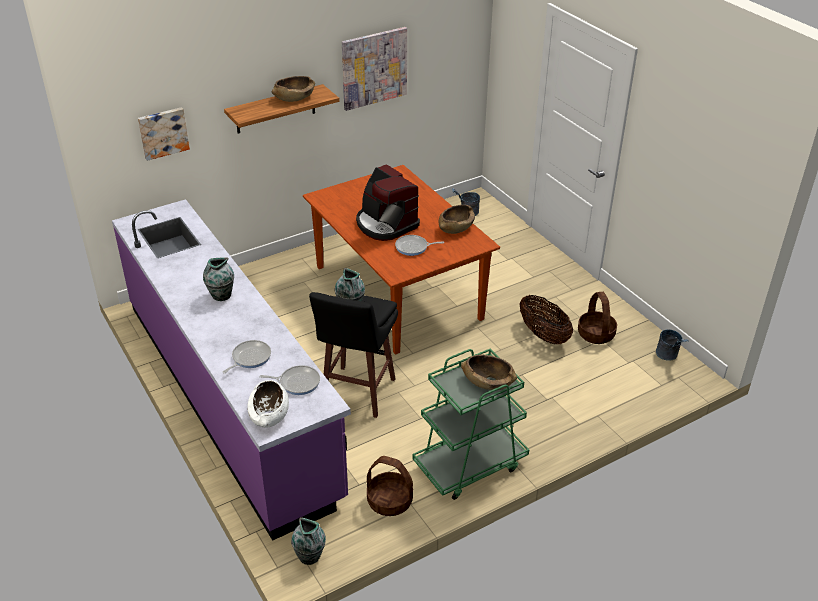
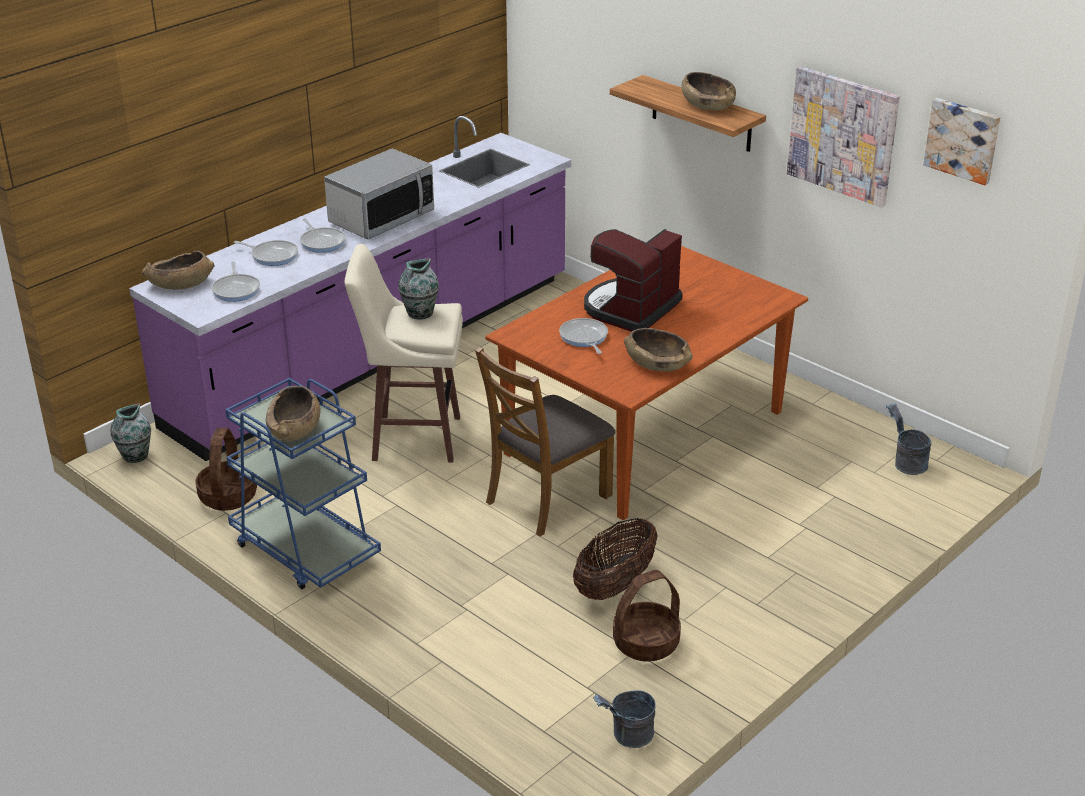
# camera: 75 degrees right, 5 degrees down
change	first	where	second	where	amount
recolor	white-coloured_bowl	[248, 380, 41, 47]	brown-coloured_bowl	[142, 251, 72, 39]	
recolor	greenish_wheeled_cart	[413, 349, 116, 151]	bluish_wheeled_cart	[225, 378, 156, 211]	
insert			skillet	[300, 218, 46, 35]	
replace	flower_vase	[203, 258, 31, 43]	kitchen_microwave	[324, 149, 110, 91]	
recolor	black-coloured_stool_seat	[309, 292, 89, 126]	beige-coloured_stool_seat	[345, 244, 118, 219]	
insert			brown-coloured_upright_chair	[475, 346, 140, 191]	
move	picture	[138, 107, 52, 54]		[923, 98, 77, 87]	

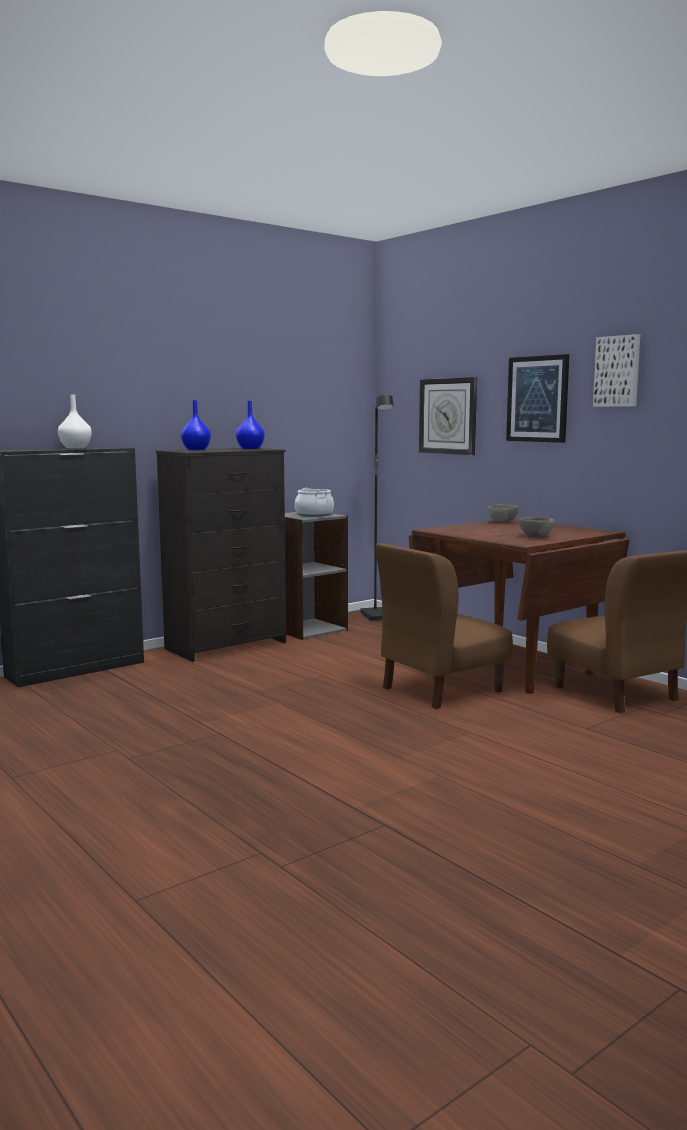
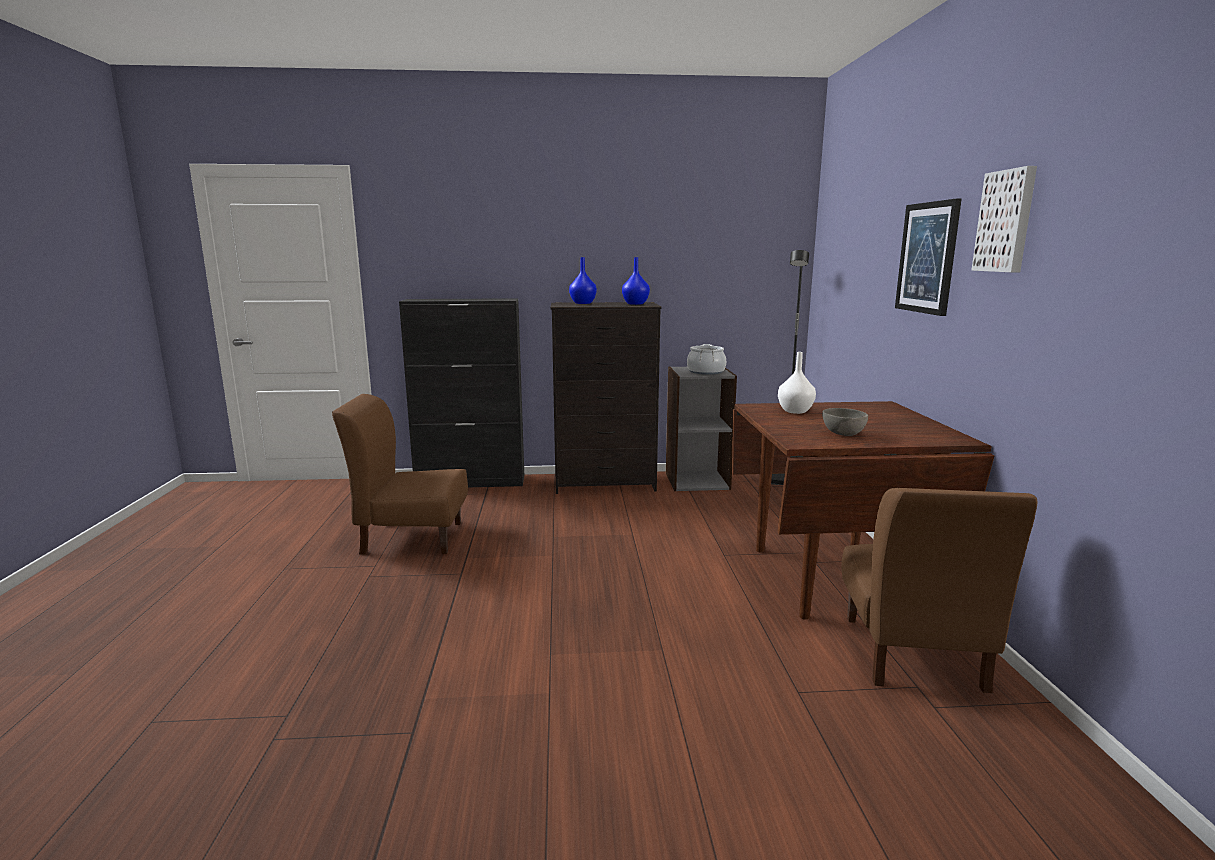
# camera: 35 degrees right, 5 degrees up
change	first	where	second	where	amount
move	brown-coloured_upright_chair	[375, 543, 138, 166]		[332, 394, 136, 160]	
move	white-coloured_flower_vase	[58, 395, 34, 53]		[778, 352, 38, 62]	
delete	clock_on_the_wall	[419, 377, 58, 78]			
delete	grey_bowl	[487, 505, 32, 18]			

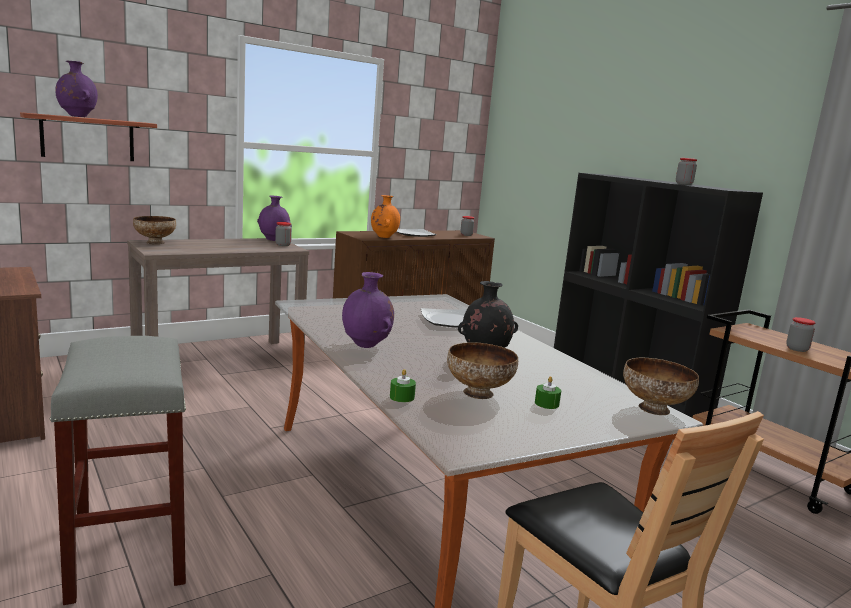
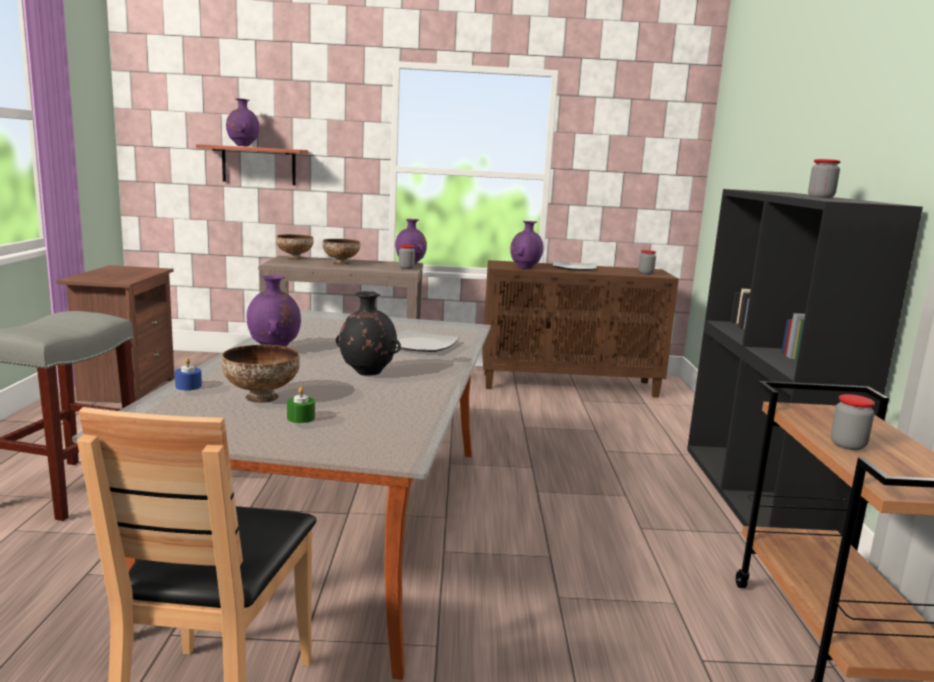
# camera: 35 degrees right, 0 degrees up
change	first	where	second	where	amount
recolor	greenish_wax_light	[390, 369, 26, 33]	bluish_wax_light	[175, 358, 27, 32]	
move	bowl	[623, 358, 76, 57]		[323, 239, 37, 26]	
recolor	orangey_flower_vase	[371, 195, 29, 43]	purple_flower_vase	[510, 221, 34, 48]	

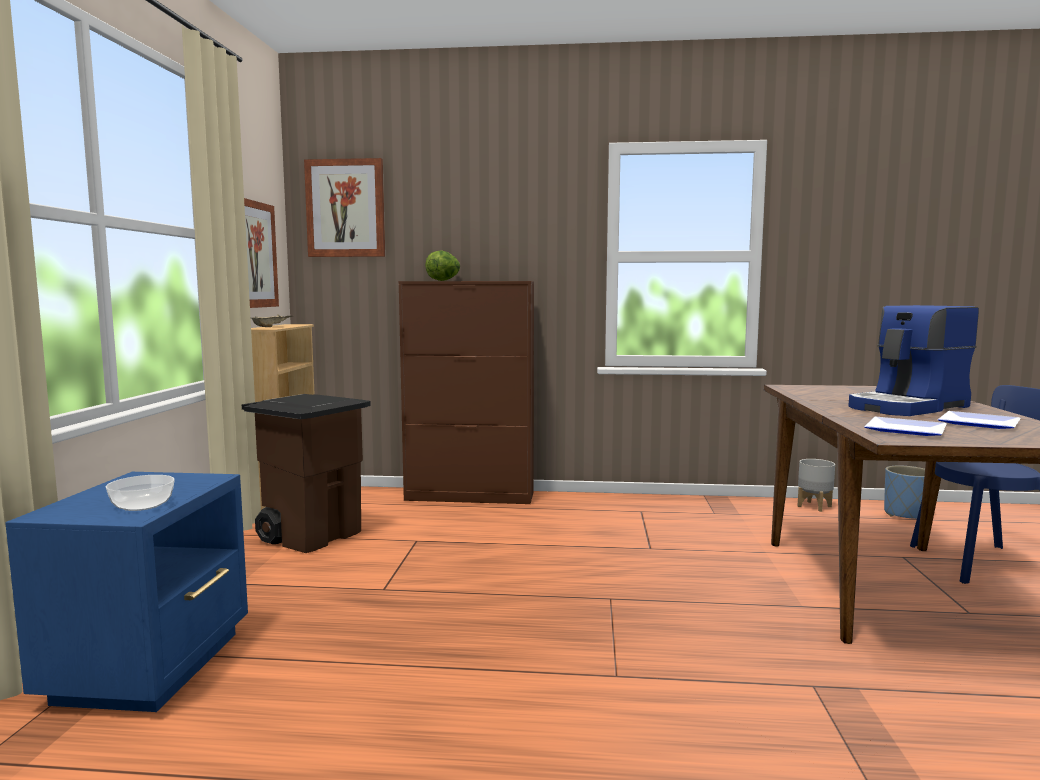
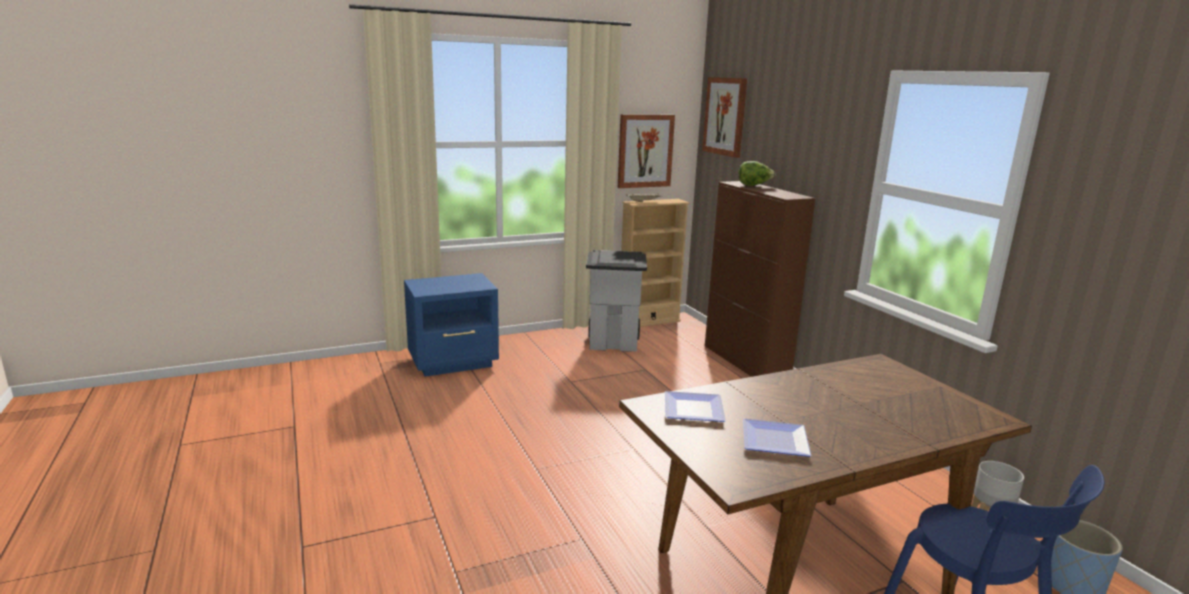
# camera: 60 degrees right, 10 degrees up
change	first	where	second	where	amount
recolor	brown-coloured_rubbish_bin	[242, 394, 129, 159]	grey_rubbish_bin	[586, 250, 61, 102]	
delete	bowl	[106, 475, 69, 36]			
delete	coffee_maker	[848, 305, 131, 111]			

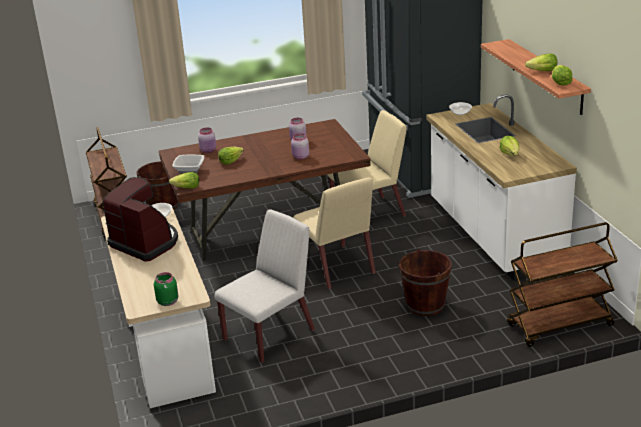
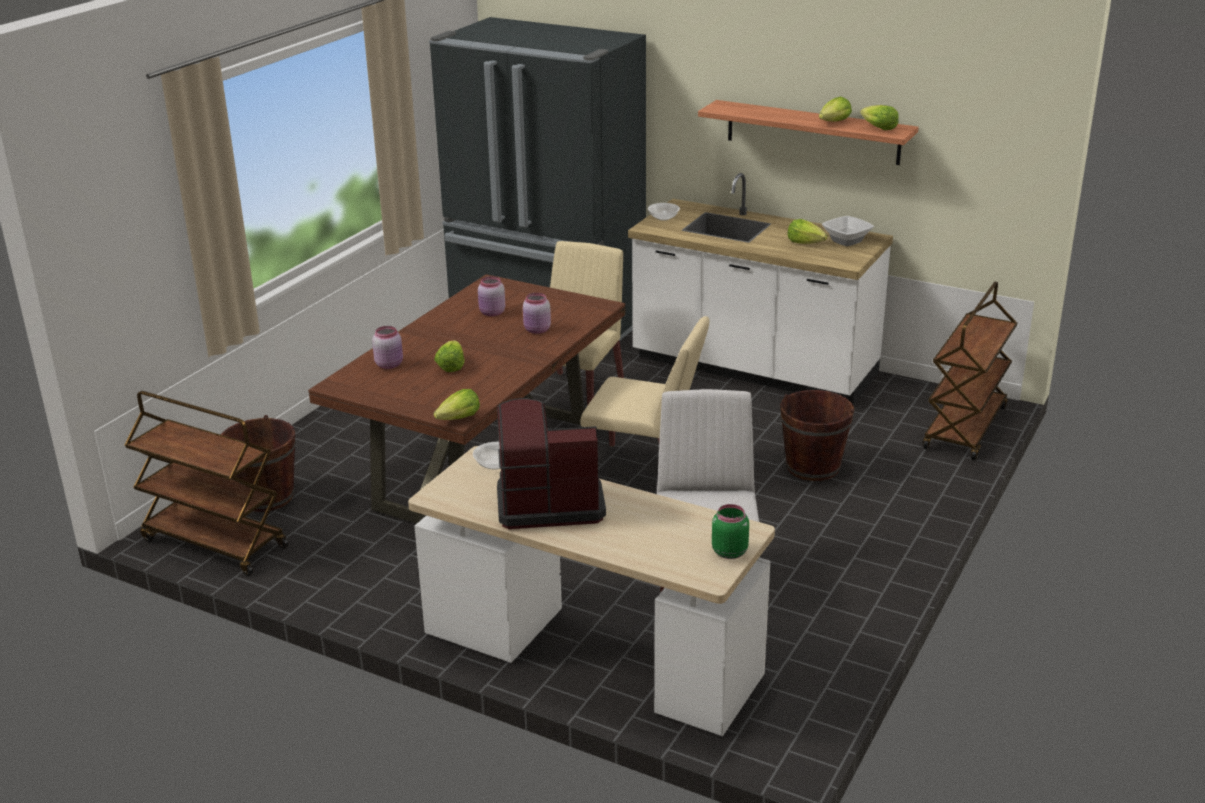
# camera: 45 degrees left, 0 degrees up
change	first	where	second	where	amount
move	bowl	[173, 155, 31, 19]		[822, 216, 52, 30]	

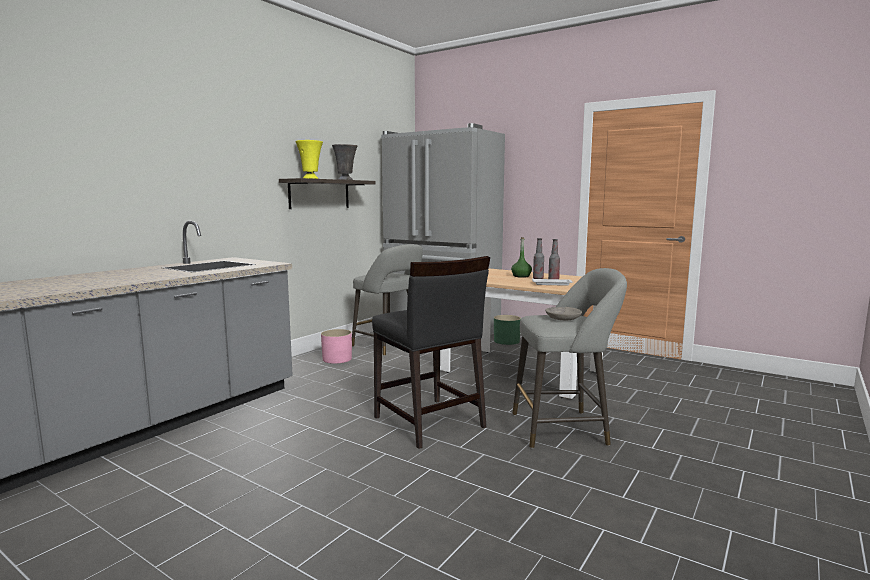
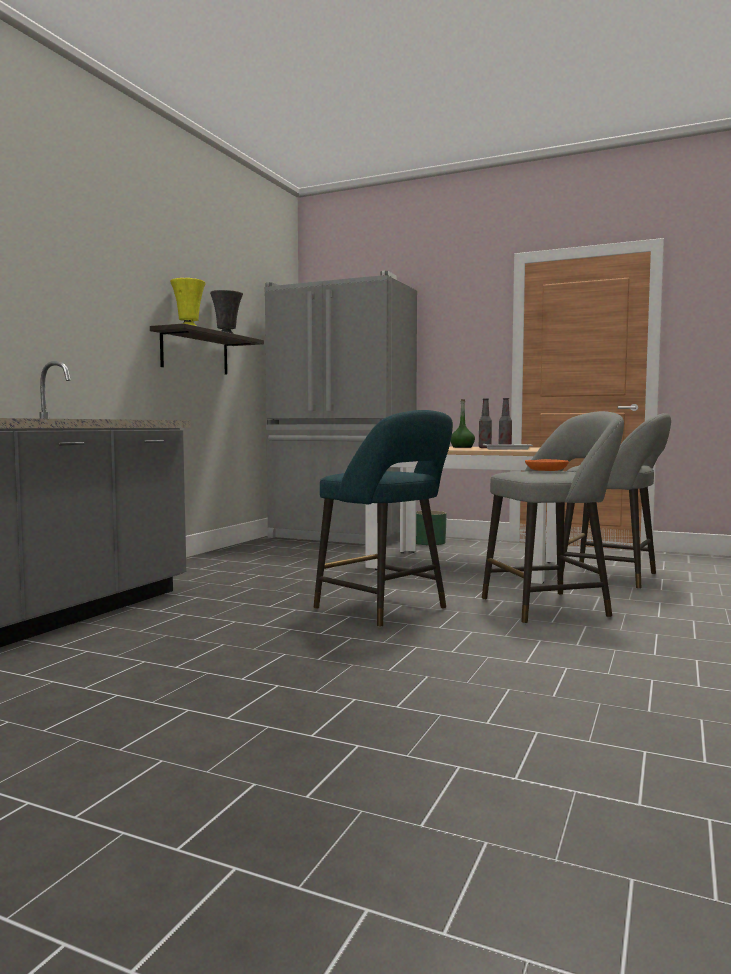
# camera: 10 degrees left, 5 degrees down
change	first	where	second	where	amount
replace	black-coloured_upright_chair	[372, 256, 118, 193]	turquoise_stool_seat	[314, 410, 139, 218]	
recolor	grey_bowl	[545, 307, 37, 13]	orangey_bowl	[525, 459, 44, 12]	
move	grey_stool_seat	[352, 244, 71, 112]		[563, 413, 108, 176]	
delete	pink-coloured_planter	[321, 329, 31, 35]			

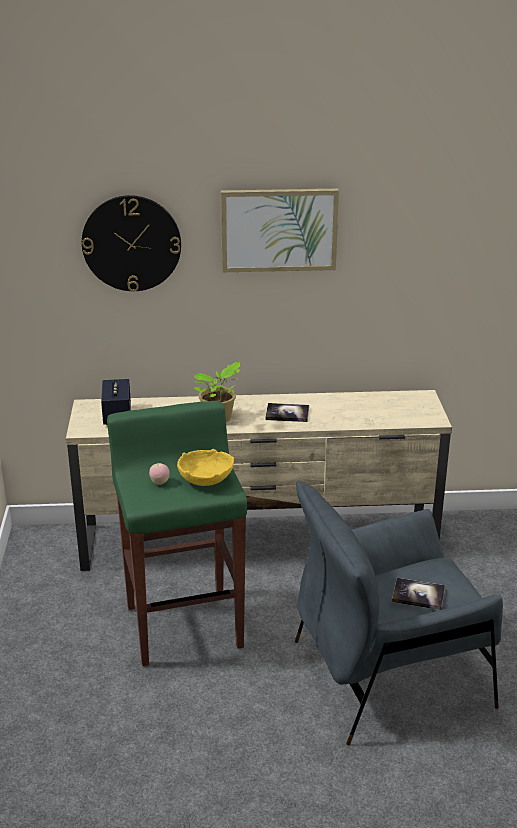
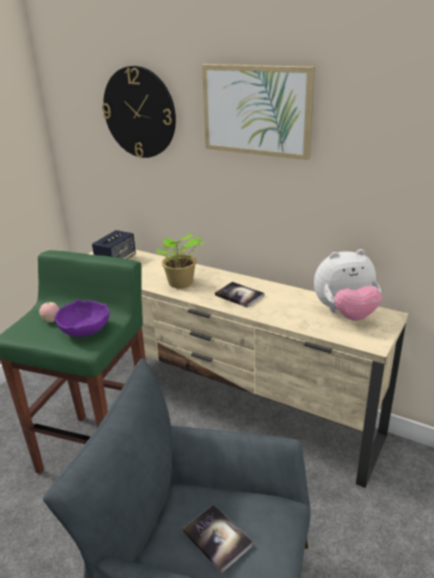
# camera: 35 degrees right, 0 degrees up
change	first	where	second	where	amount
recolor	yellow-coloured_bowl	[177, 449, 57, 37]	purple_bowl	[54, 299, 55, 38]	
insert			plush_toy	[314, 249, 68, 72]	

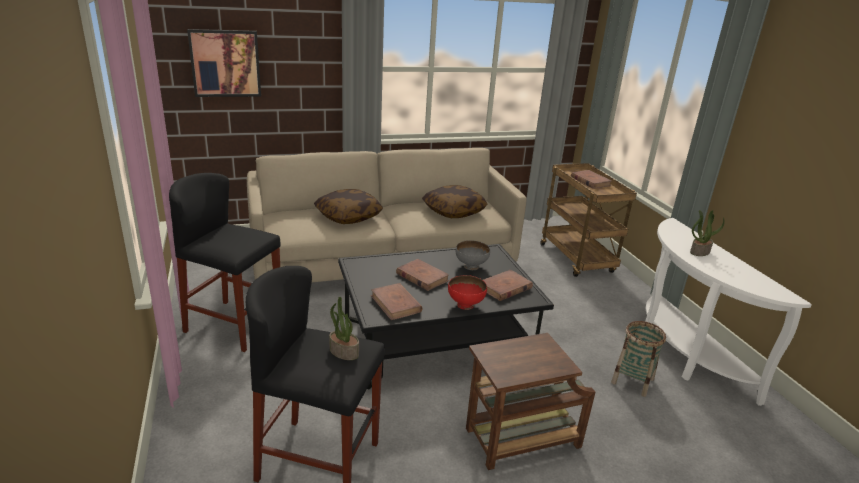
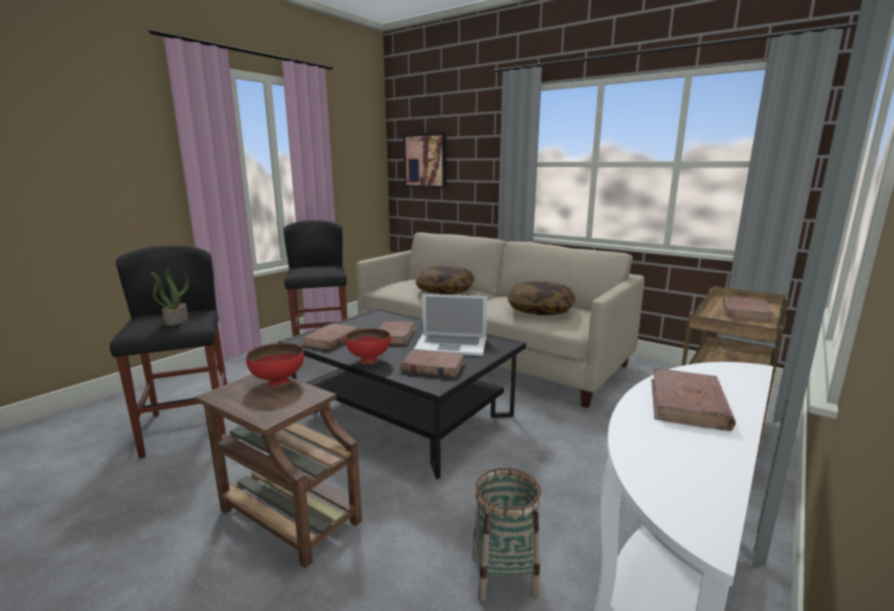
# camera: 55 degrees right, 10 degrees down
change	first	where	second	where	amount
insert			reddish_bowl	[246, 343, 58, 45]	
replace	grey_bowl	[456, 240, 34, 30]	portable_computer	[414, 294, 73, 62]	
replace	plant_in_a_pot	[690, 210, 35, 46]	brown-coloured_bound_book	[651, 368, 84, 63]	

